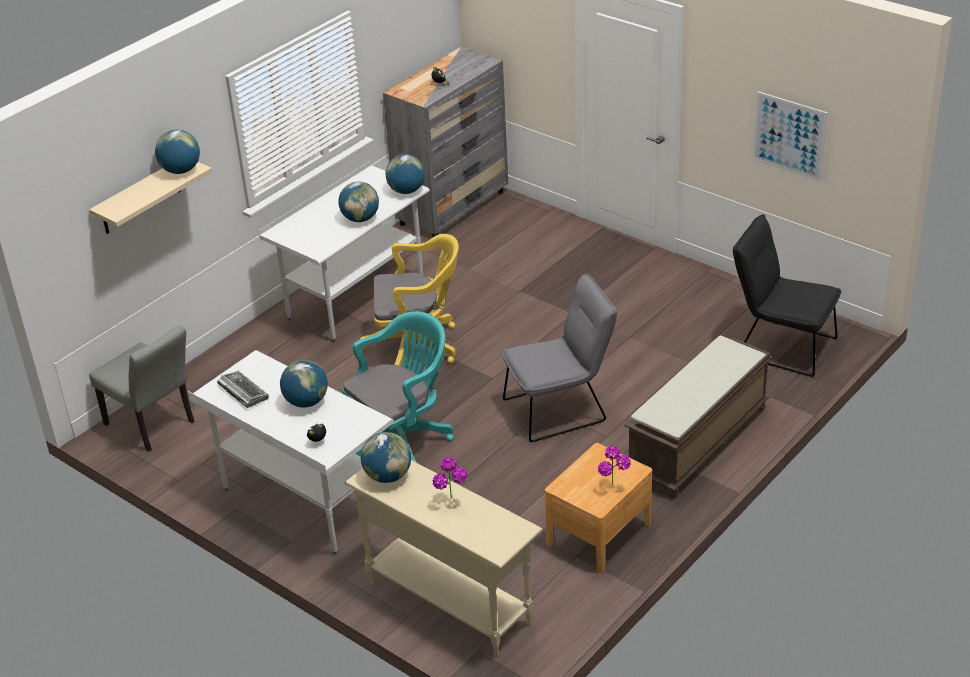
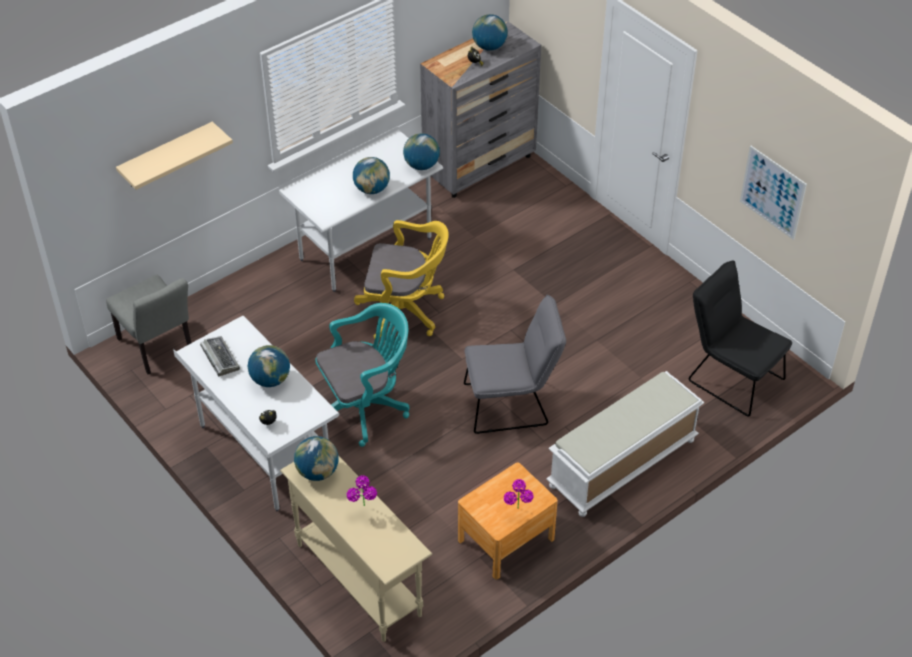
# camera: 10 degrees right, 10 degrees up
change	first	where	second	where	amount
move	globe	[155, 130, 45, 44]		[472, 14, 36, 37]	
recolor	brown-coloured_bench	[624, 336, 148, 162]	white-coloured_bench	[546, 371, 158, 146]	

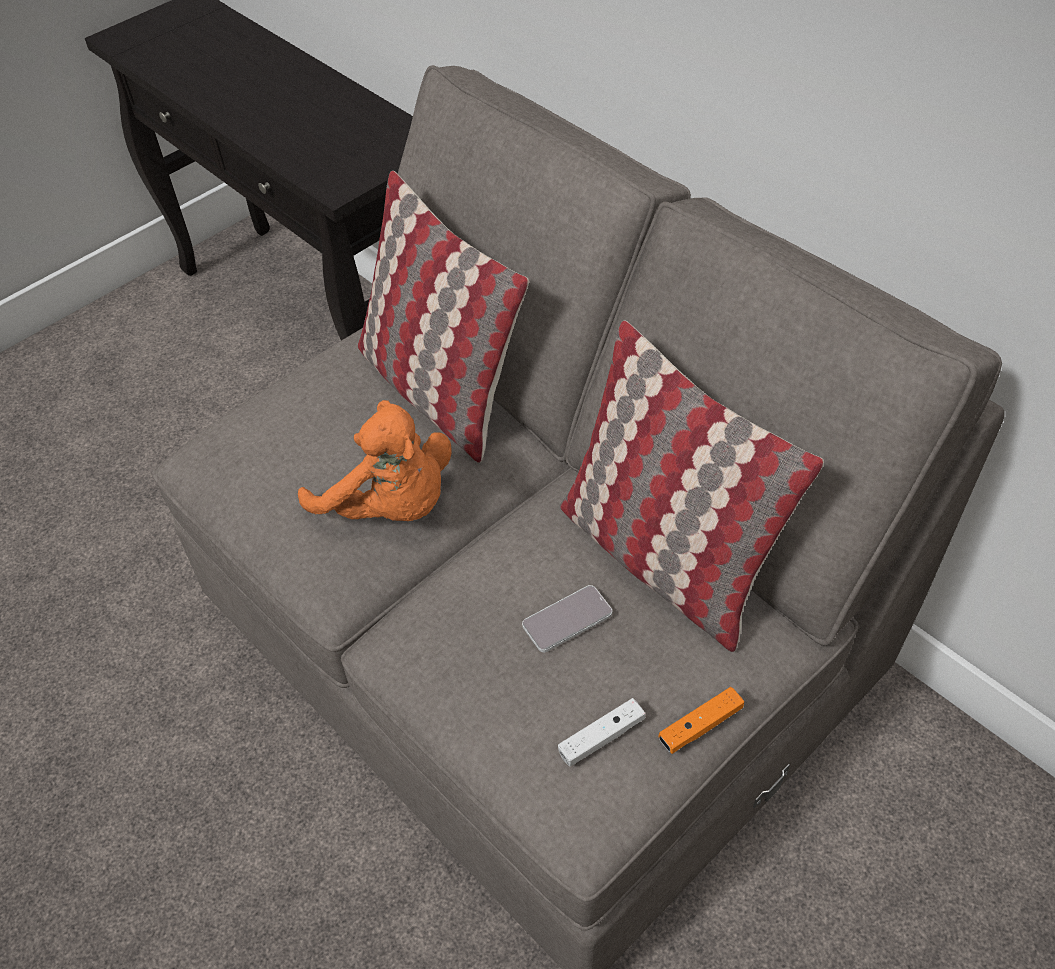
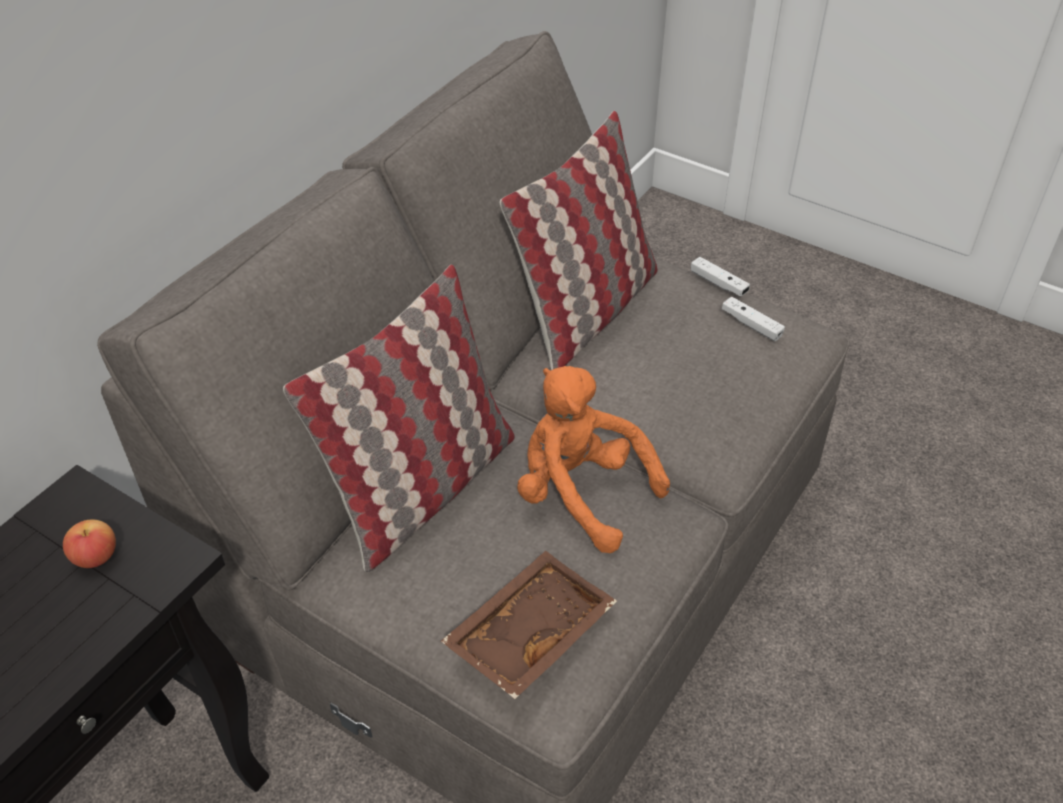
# camera: 105 degrees left, 5 degrees down
change	first	where	second	where	amount
insert			whole_apple	[63, 519, 53, 49]	
insert			brown-coloured_tray	[441, 551, 176, 148]	
rotate	orangey_plush_toy	[298, 400, 154, 121]		[517, 366, 153, 187]	75 degrees counterclockwise
recolor	orangey_joypad	[658, 687, 86, 67]	white-coloured_joypad	[691, 257, 59, 39]	
delete	handset	[522, 585, 90, 67]			

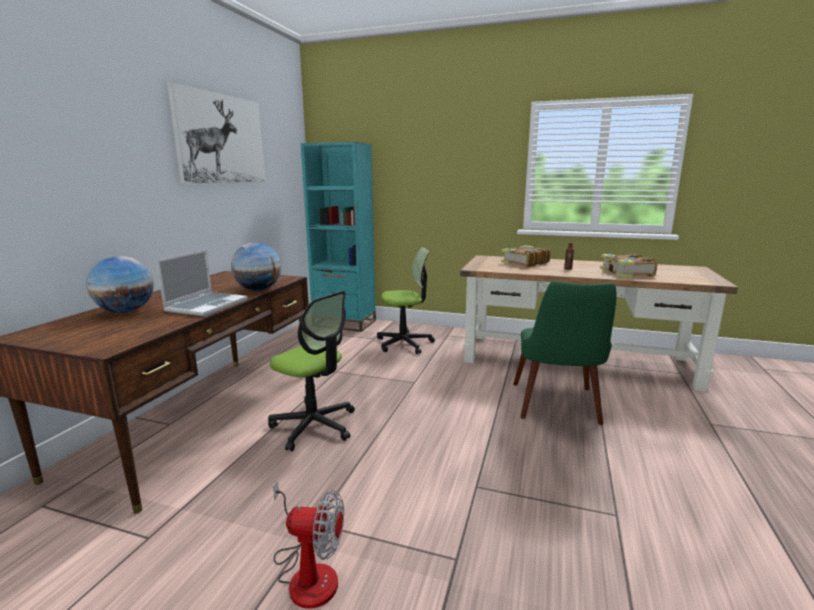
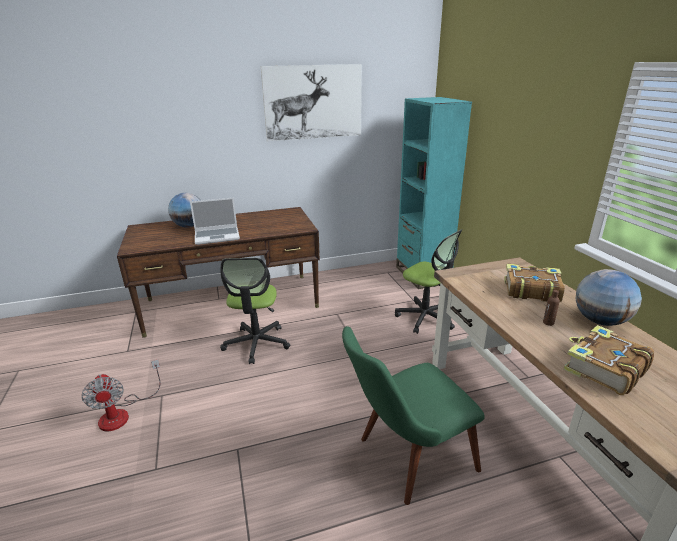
# camera: 55 degrees right, 10 degrees up
change	first	where	second	where	amount
move	globe	[231, 243, 50, 48]		[576, 269, 66, 57]	

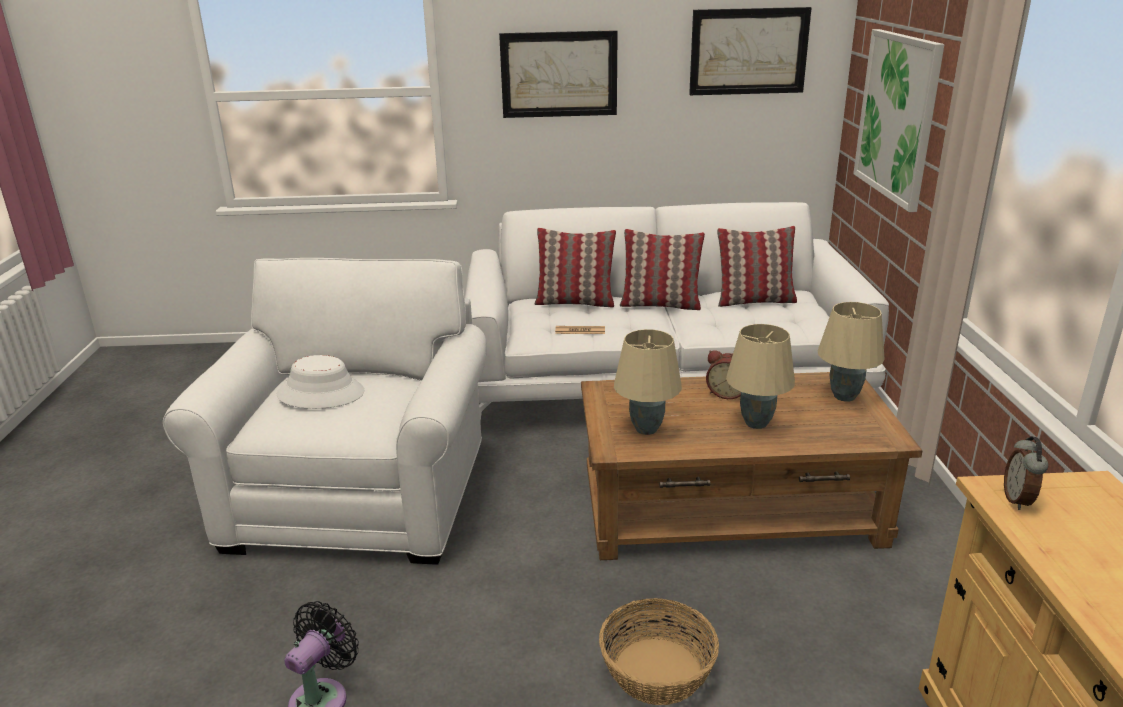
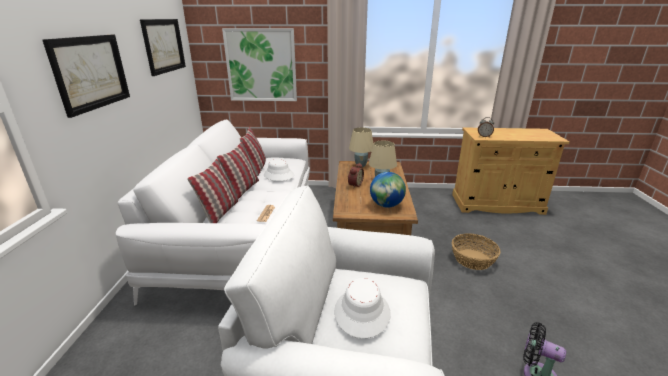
# camera: 85 degrees left, 0 degrees up
change	first	where	second	where	amount
insert			white-coloured_wearable_hat	[264, 159, 30, 22]	
replace	beige-coloured_table_lamp	[614, 329, 68, 106]	globe	[370, 172, 36, 35]	

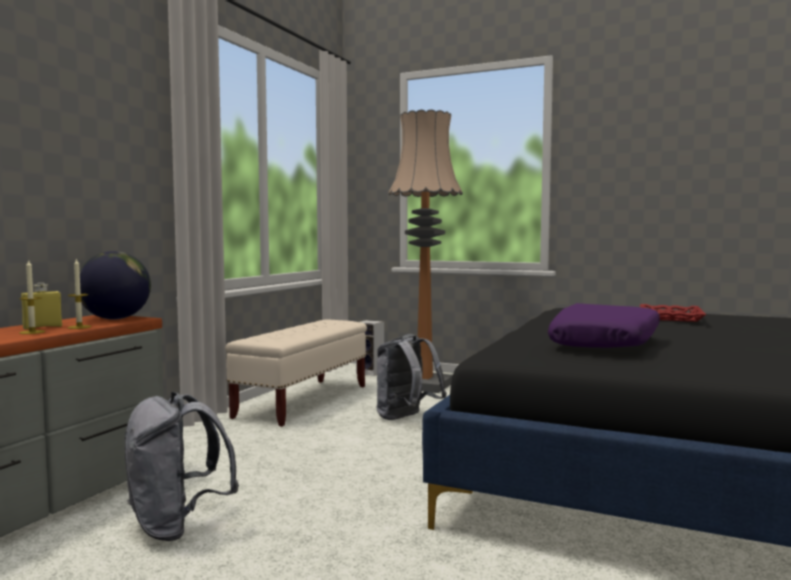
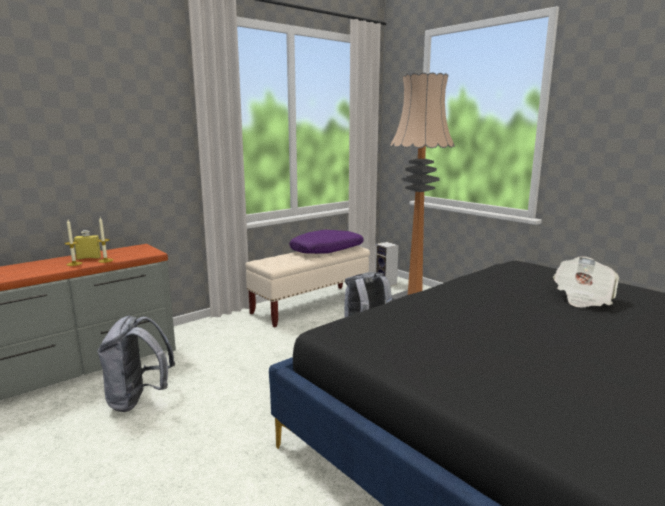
# camera: 25 degrees right, 10 degrees up
change	first	where	second	where	amount
move	purple_pillow	[548, 303, 112, 45]		[289, 230, 75, 24]	
replace	reddish_tray	[640, 304, 66, 18]	daily_paper	[553, 256, 66, 51]	
delete	globe	[80, 251, 71, 69]			

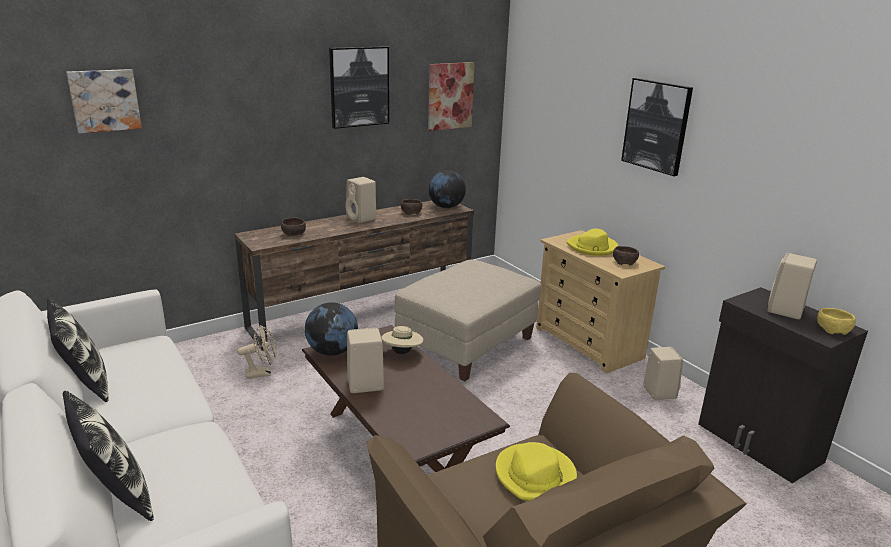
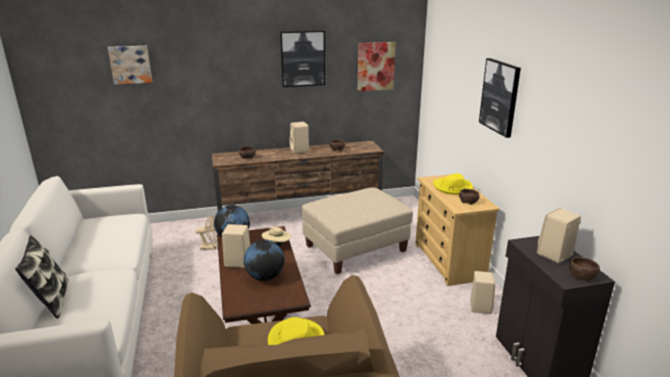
# camera: 20 degrees right, 0 degrees up
change	first	where	second	where	amount
move	globe	[428, 170, 38, 38]		[244, 240, 41, 41]	
recolor	yellow-coloured_bowl	[817, 308, 39, 27]	brown-coloured_bowl	[569, 257, 31, 24]	
delete	pillow	[47, 298, 62, 104]			

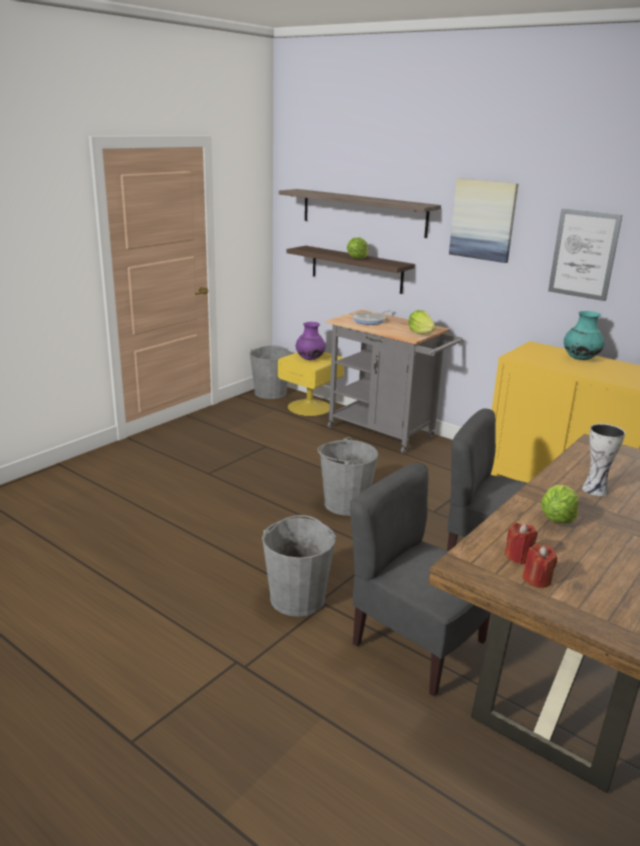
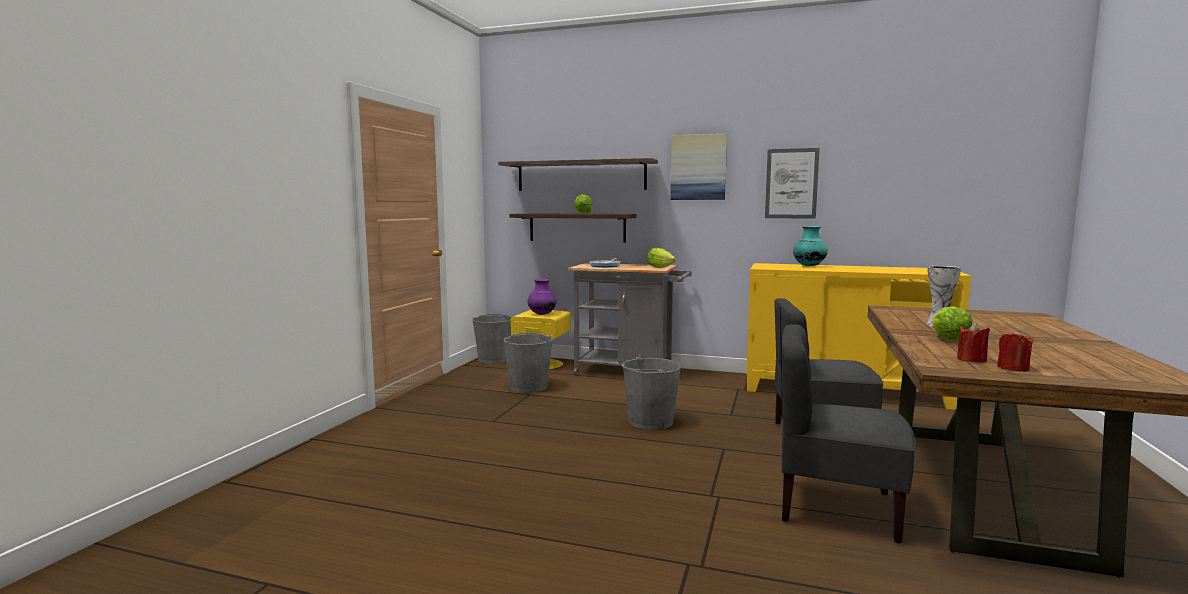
# camera: 20 degrees left, 15 degrees down
change	first	where	second	where	amount
move	grey_water_bucket	[262, 515, 74, 102]		[504, 333, 49, 60]	

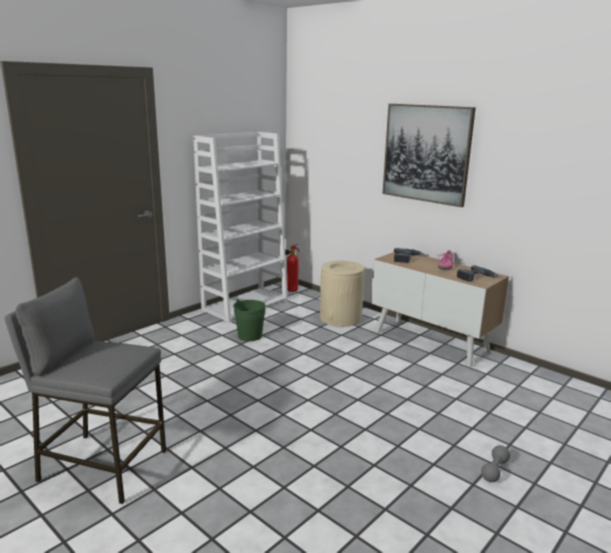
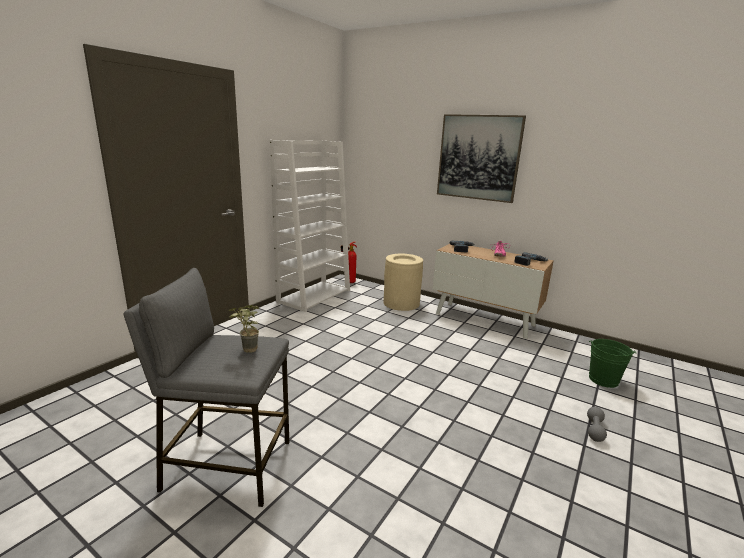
# camera: 10 degrees left, 0 degrees up
change	first	where	second	where	amount
insert			plant_in_a_pot	[229, 305, 30, 48]	
move	greenish_water_bucket	[233, 299, 33, 42]		[589, 339, 47, 49]	

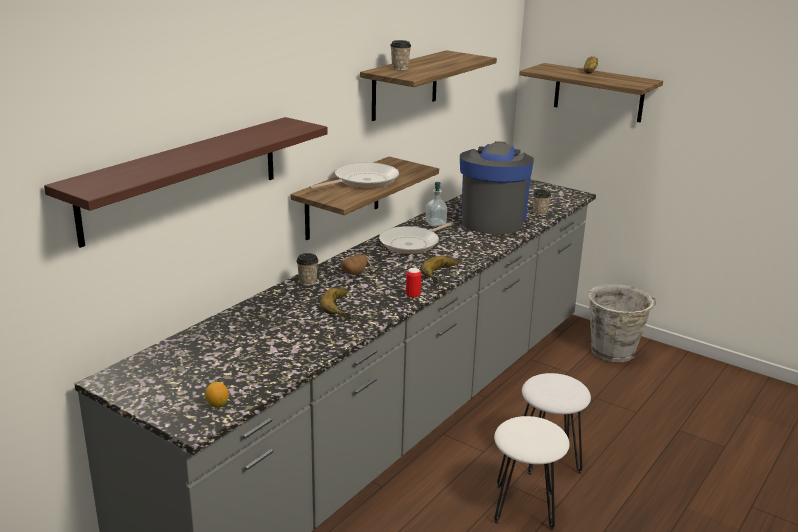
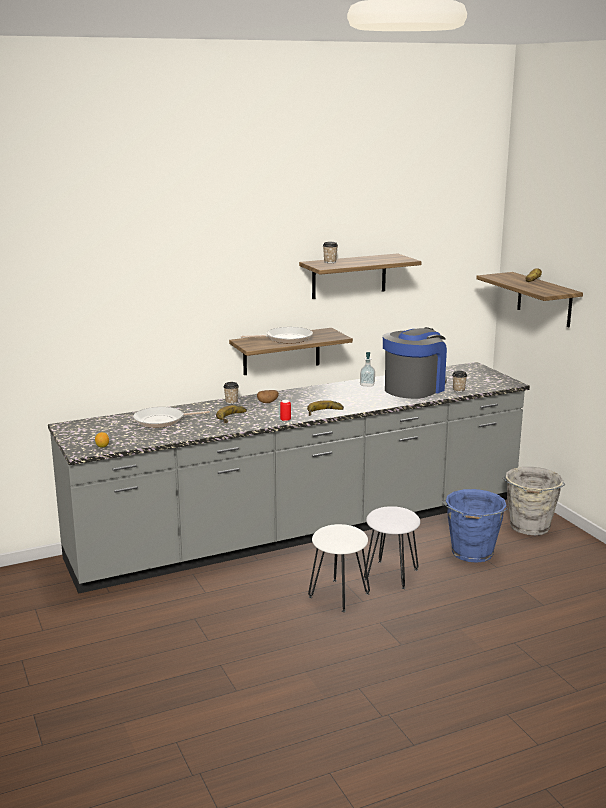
# camera: 30 degrees right, 5 degrees down
change	first	where	second	where	amount
move	skillet	[379, 223, 73, 31]		[133, 407, 77, 21]	
insert			bluish_water_bucket	[442, 489, 66, 74]	
delete	wall_shelf	[44, 117, 283, 131]			

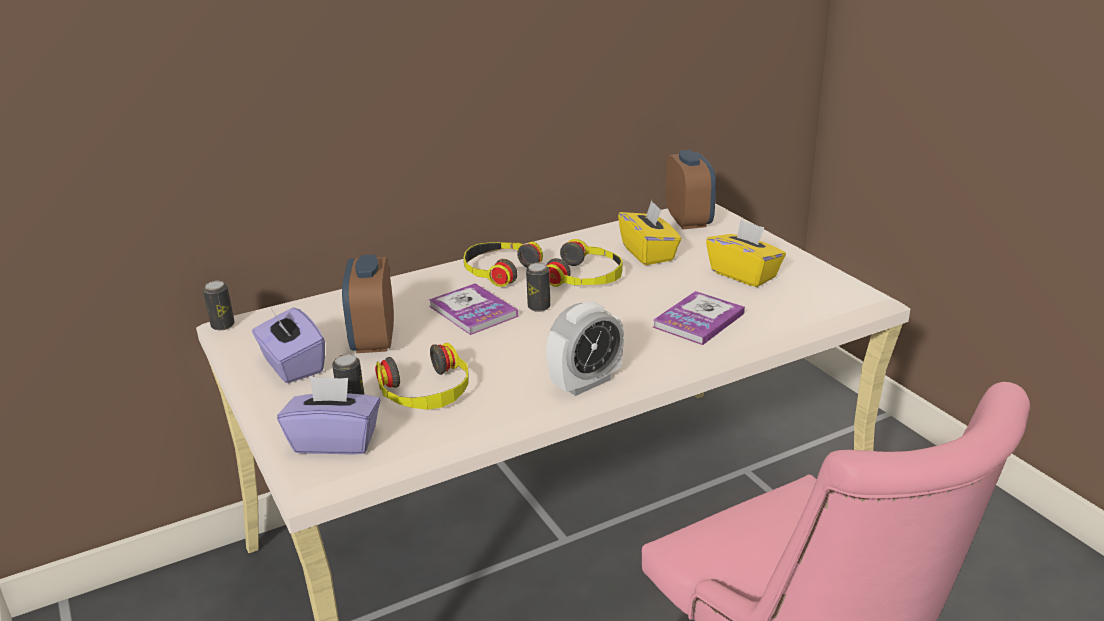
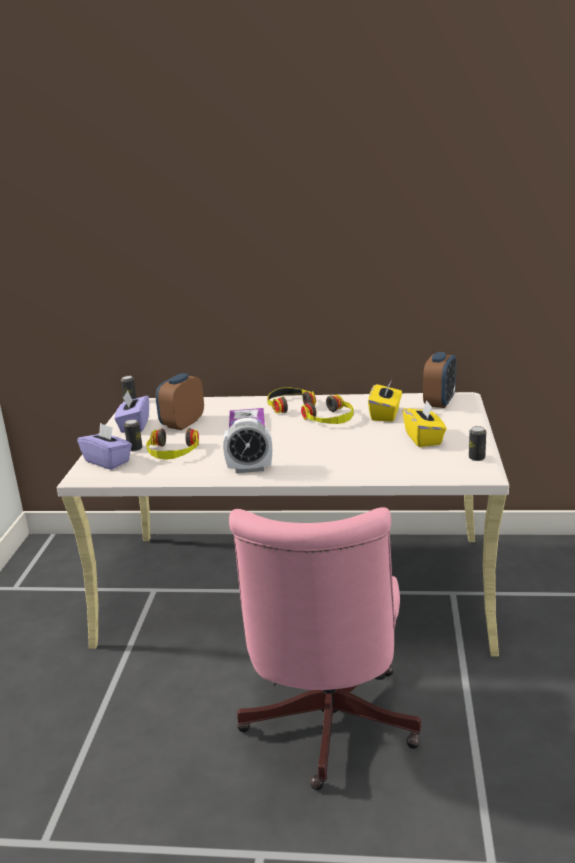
# camera: 35 degrees right, 5 degrees down
change	first	where	second	where	amount
move	metal_can	[526, 263, 24, 49]		[469, 426, 17, 35]	
delete	bound_book	[653, 291, 92, 54]			

